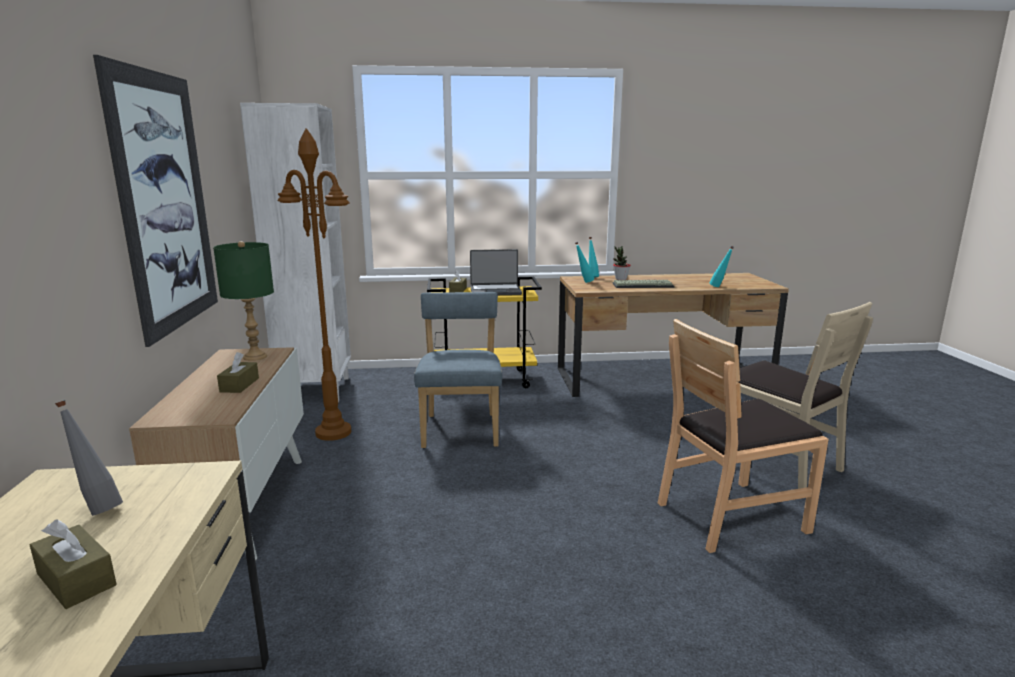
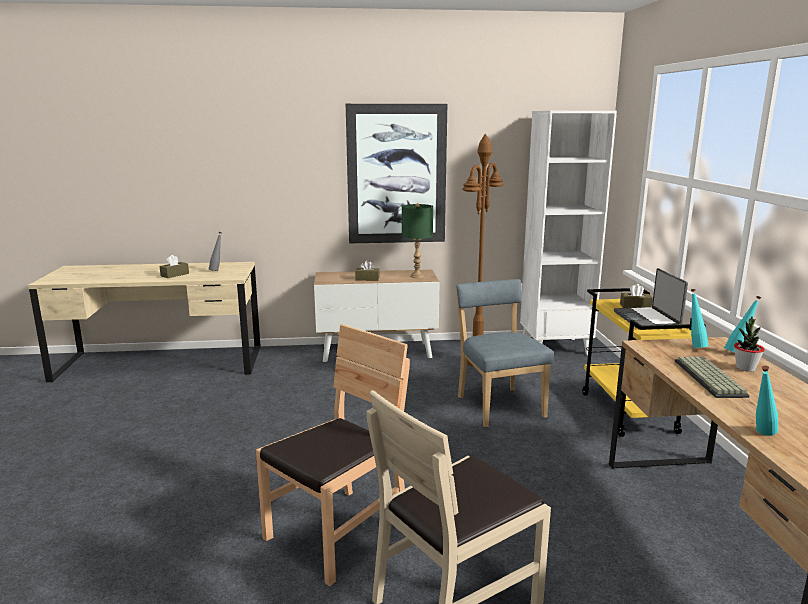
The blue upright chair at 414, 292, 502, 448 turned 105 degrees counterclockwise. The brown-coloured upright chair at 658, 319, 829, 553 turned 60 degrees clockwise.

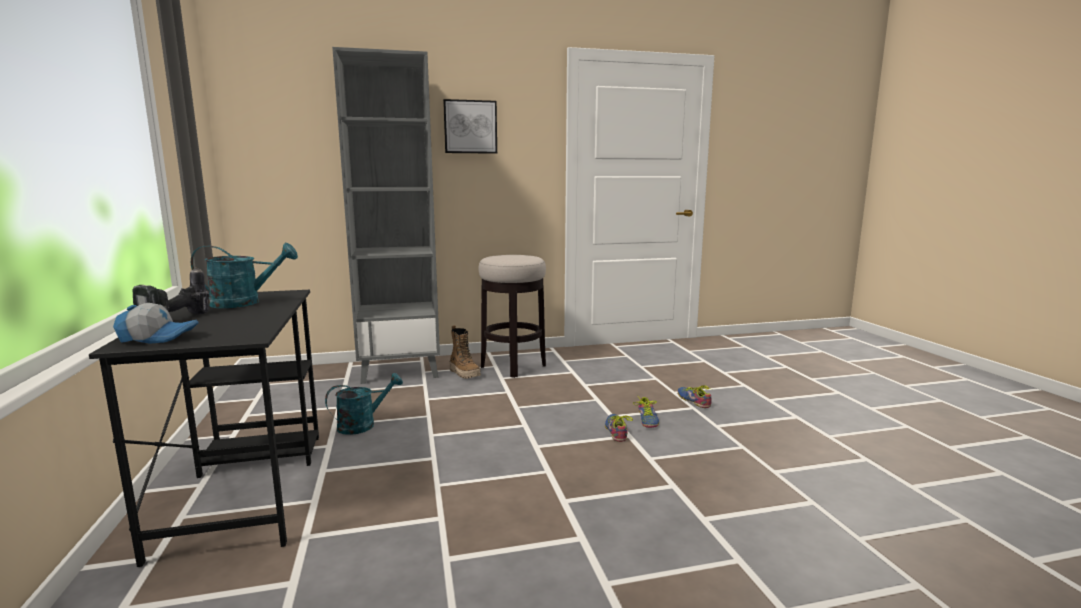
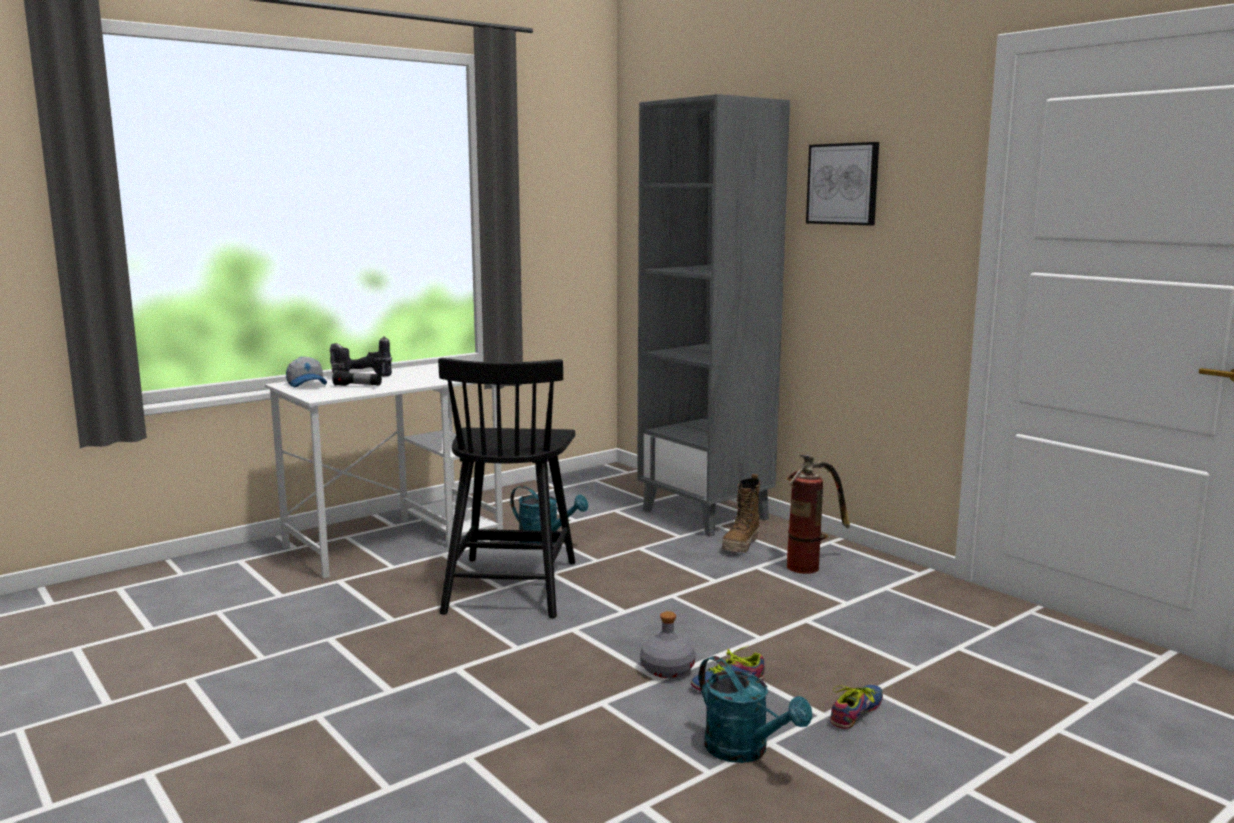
The black-coloured desk at 89, 290, 319, 567 became the whitish desk at 265, 363, 503, 579. The blue-green watering pot moved from 191, 243, 298, 308 to 699, 656, 812, 763. The sitting stool at 479, 255, 546, 378 was replaced by the fire extinguisher at 786, 455, 850, 574. The shoe at 605, 414, 633, 442 was replaced by the greyish drink bottle at 640, 611, 696, 678. The torch at 332, 370, 382, 386 appeared. The black-coloured upright chair at 438, 358, 575, 618 appeared.

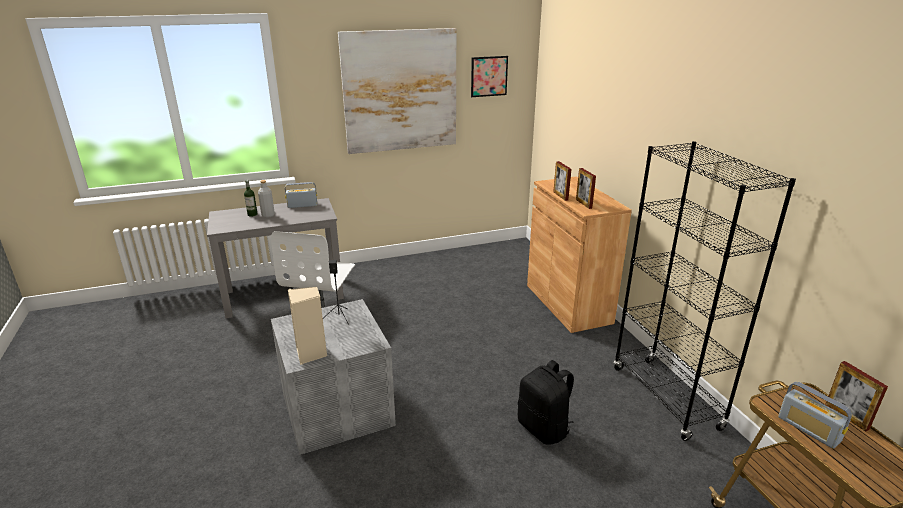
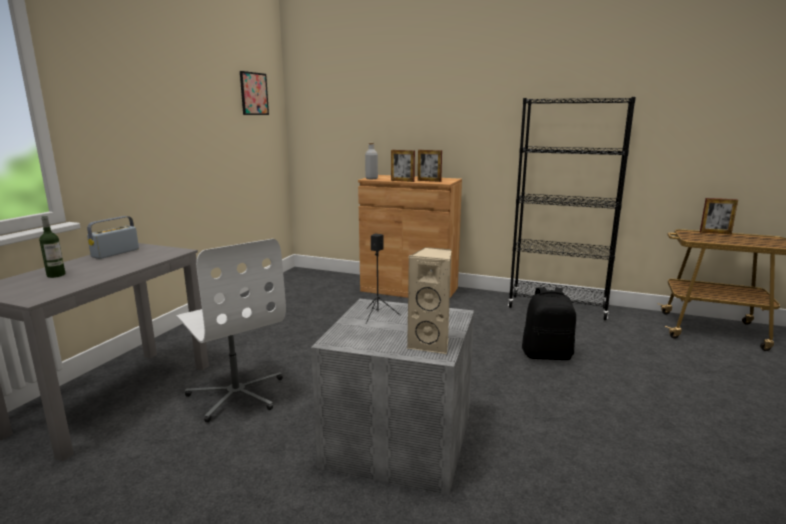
The greyish drink bottle moved from 258, 180, 275, 218 to 365, 143, 378, 179. The wall picture at 338, 28, 456, 154 disappeared. The radio receiver at 778, 382, 852, 449 disappeared.

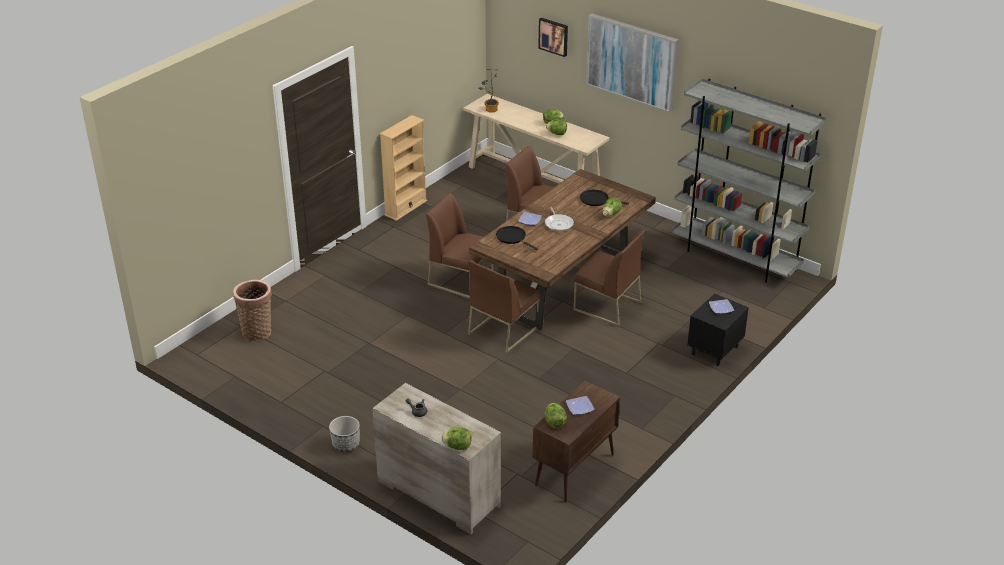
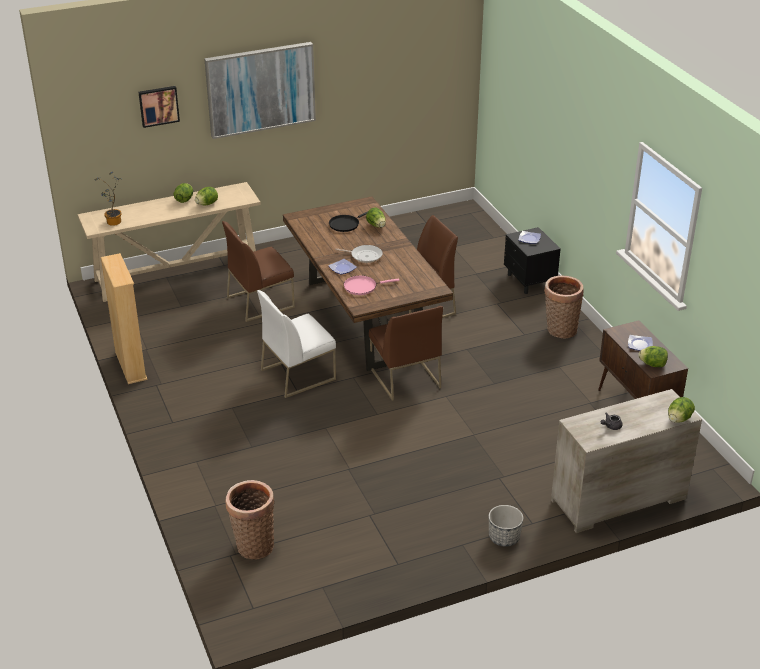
The brown-coloured upright chair at 426, 192, 494, 299 became the whitish upright chair at 257, 290, 336, 398. The black-coloured frying pan at 496, 226, 538, 250 became the pinkish frying pan at 344, 276, 400, 295. The greyish shelving unit at 671, 79, 827, 283 disappeared. The household basket at 544, 276, 584, 339 appeared.

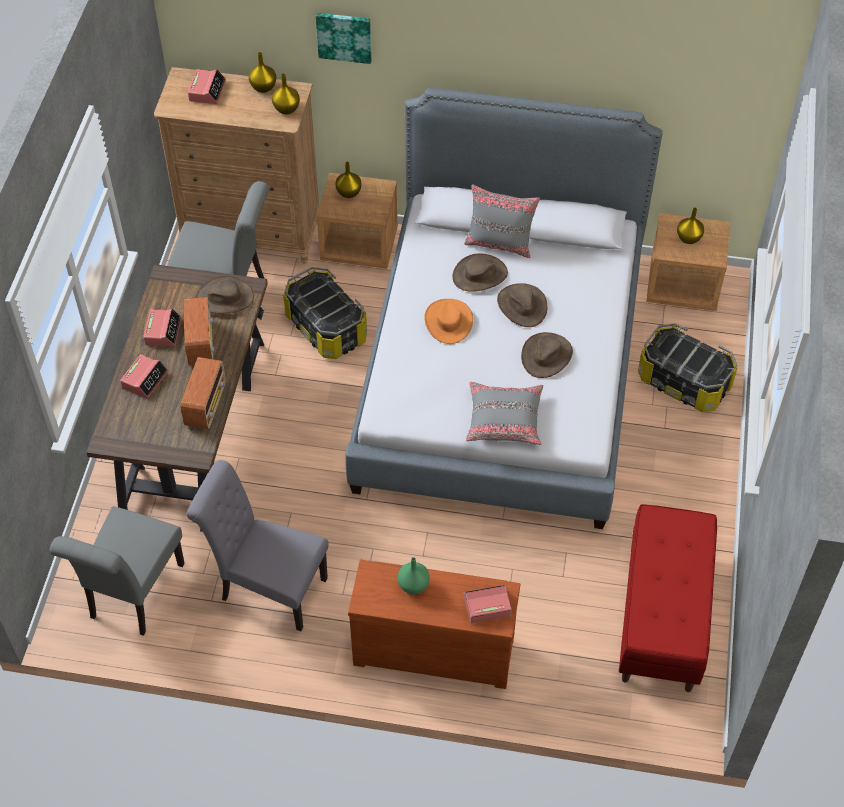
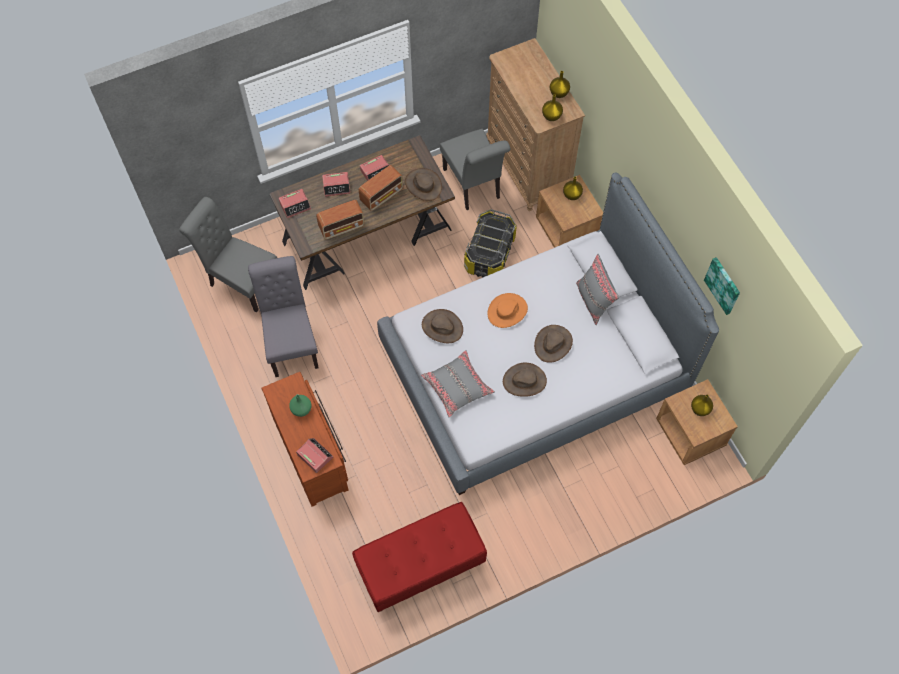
The greyish upright chair at 50, 506, 185, 636 turned 45 degrees clockwise. The table clock moved from 188, 69, 226, 104 to 279, 189, 311, 218. The wall picture moved from 316, 13, 372, 64 to 704, 257, 740, 315. The brown-coloured clothing hat moved from 453, 254, 508, 292 to 422, 309, 463, 343. The storage container at 638, 323, 738, 412 disappeared.

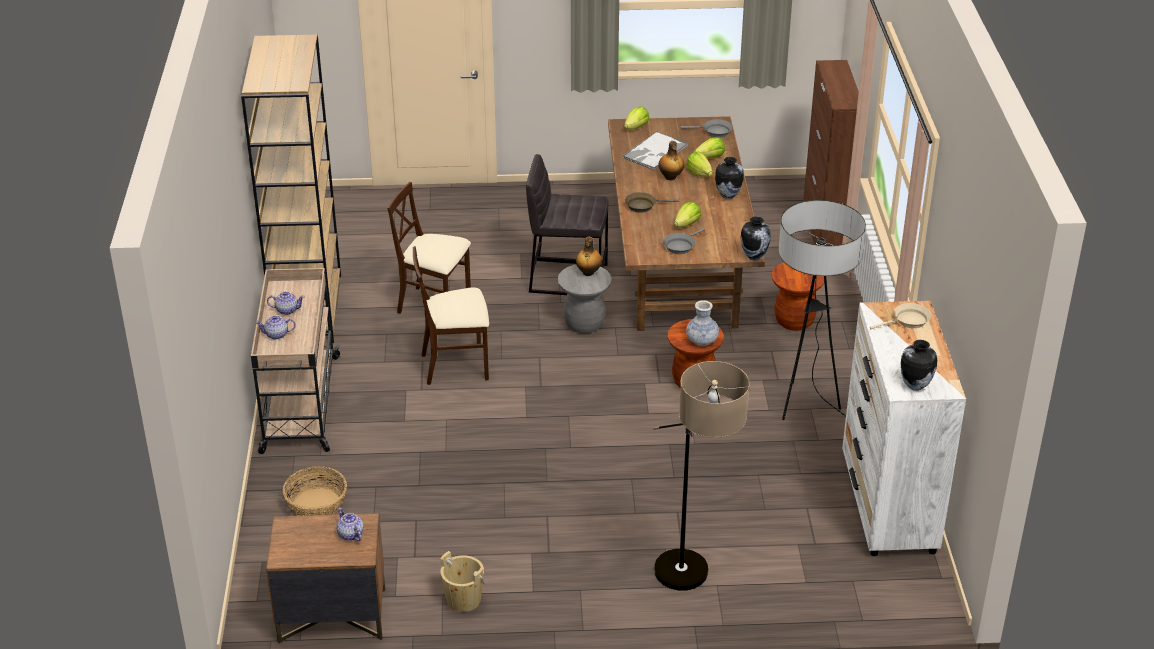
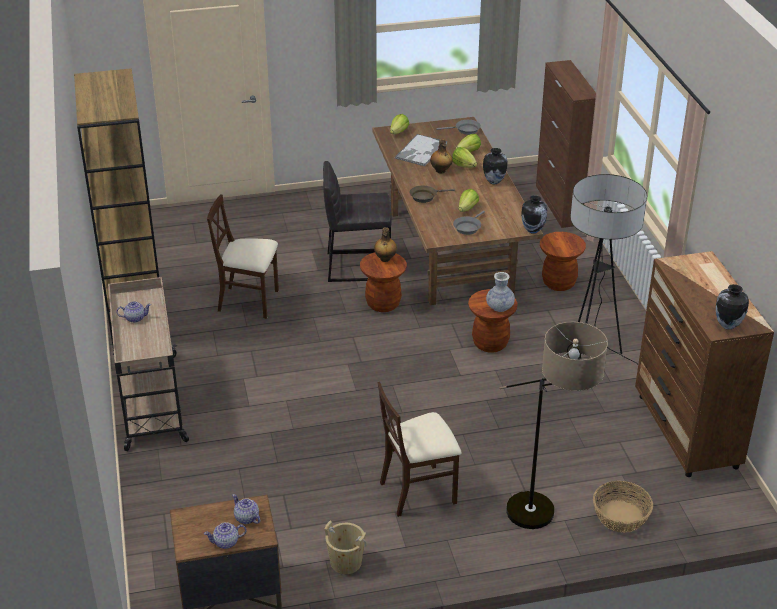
The tea pot moved from 255, 315, 296, 340 to 204, 522, 247, 549. The household basket moved from 283, 466, 347, 516 to 593, 481, 653, 533. The beige-coloured upright chair moved from 413, 246, 489, 385 to 378, 382, 461, 517. The greyish sitting stool at 558, 265, 612, 333 became the brown-coloured sitting stool at 360, 252, 407, 312. The whitish chest of drawers at 842, 301, 966, 556 became the brown-coloured chest of drawers at 635, 251, 774, 477. The beige-coloured frying pan at 870, 303, 931, 329 disappeared.

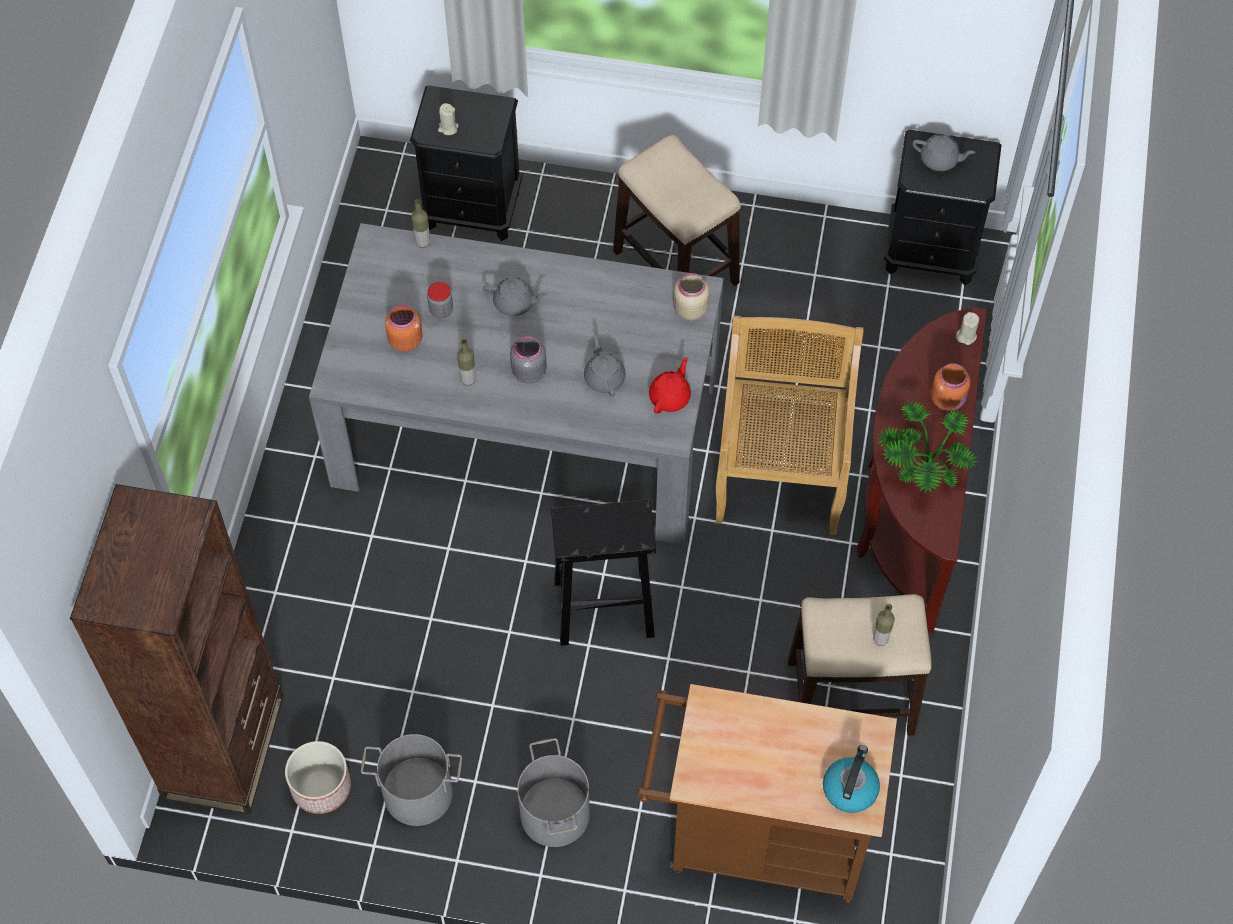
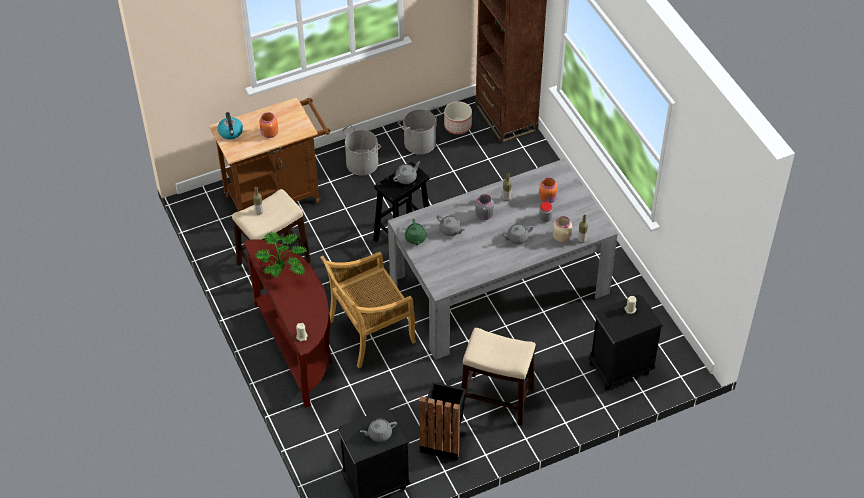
The red tea pot at 649, 357, 691, 414 became the greenish tea pot at 405, 219, 427, 245. The beige-coloured jar moved from 673, 273, 709, 321 to 553, 216, 572, 243. The beige-coloured upright chair at 716, 315, 864, 535 turned 90 degrees clockwise. The orange jar moved from 931, 363, 970, 411 to 259, 112, 278, 138. The greyish tea pot at 393, 161, 420, 184 appeared. The black-coloured rubbish bin at 419, 382, 466, 461 appeared.

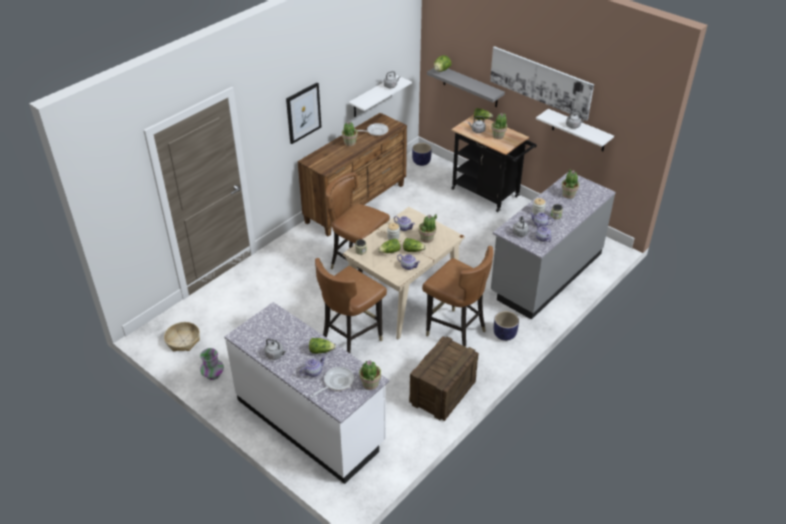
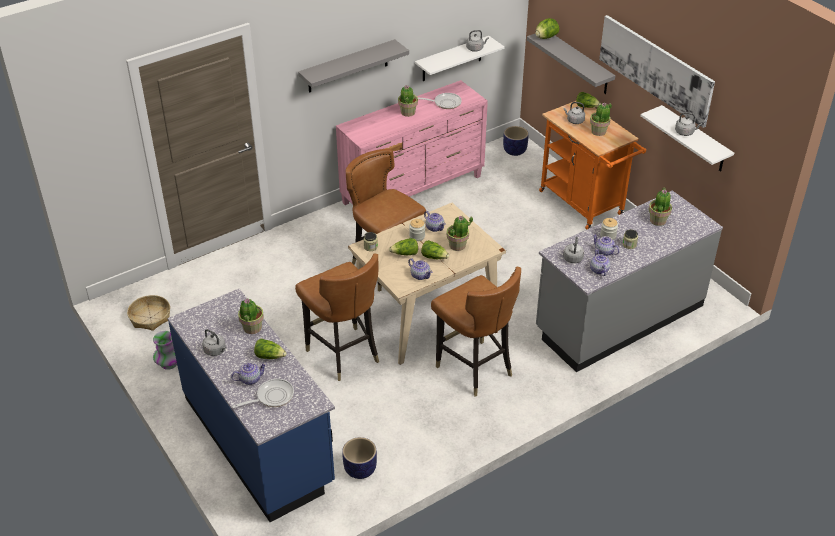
The whitish kitchen counter at 224, 302, 389, 484 became the blue kitchen counter at 168, 289, 335, 522. The wall picture at 286, 83, 322, 144 was replaced by the greyish shelf at 298, 39, 409, 93. The brown-coloured chest of drawers at 297, 113, 407, 237 became the pinkish chest of drawers at 336, 80, 488, 205. The brown-coloured upright chair at 315, 258, 387, 354 turned 90 degrees counterclockwise. The plant in a pot moved from 359, 360, 381, 390 to 238, 298, 264, 334. The shipping crate at 409, 336, 479, 421 disappeared. The black-coloured trolley at 451, 115, 537, 212 became the orange trolley at 539, 101, 646, 229. The flower pot moved from 494, 311, 519, 341 to 342, 437, 377, 479.

